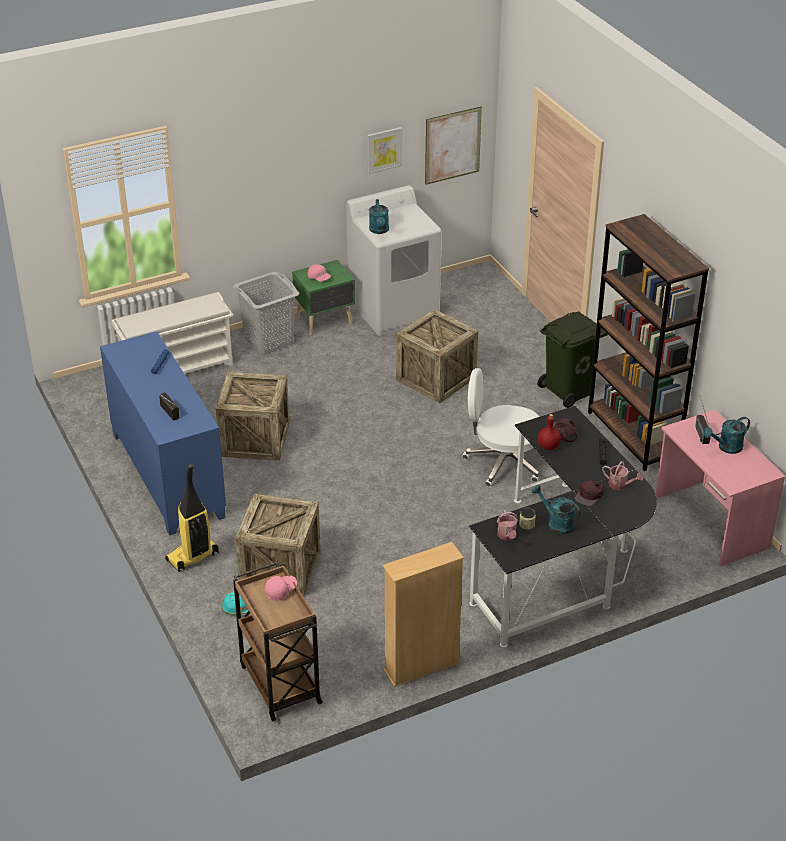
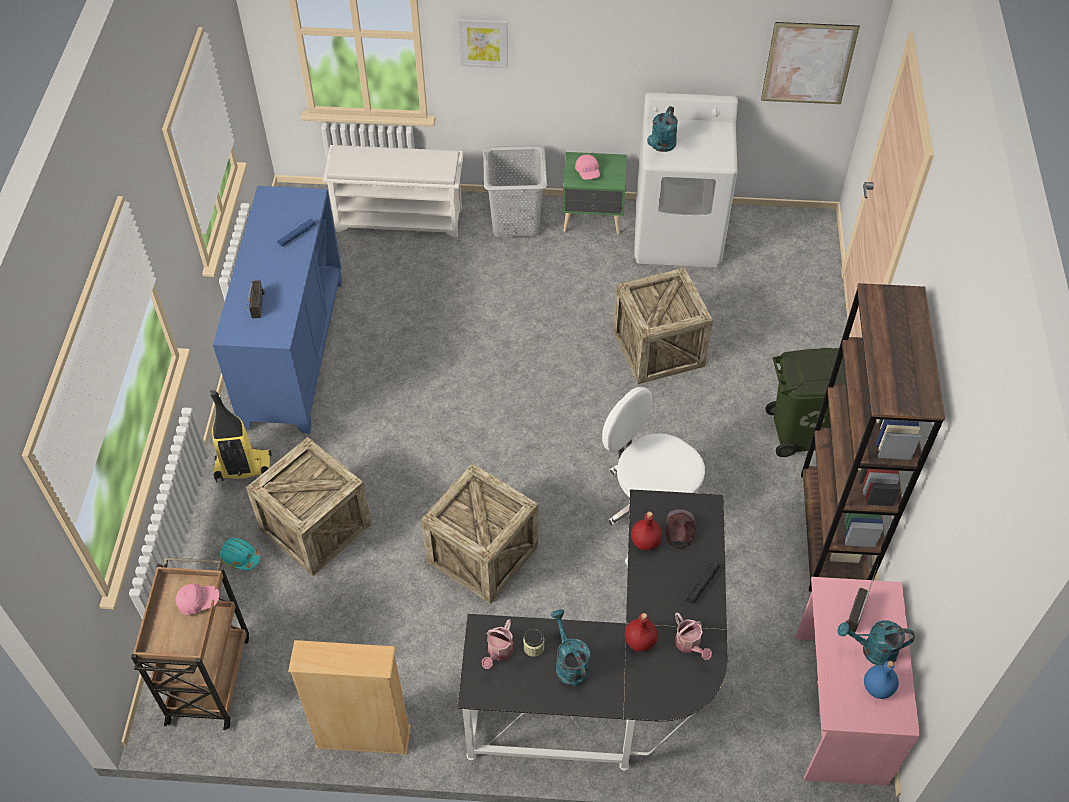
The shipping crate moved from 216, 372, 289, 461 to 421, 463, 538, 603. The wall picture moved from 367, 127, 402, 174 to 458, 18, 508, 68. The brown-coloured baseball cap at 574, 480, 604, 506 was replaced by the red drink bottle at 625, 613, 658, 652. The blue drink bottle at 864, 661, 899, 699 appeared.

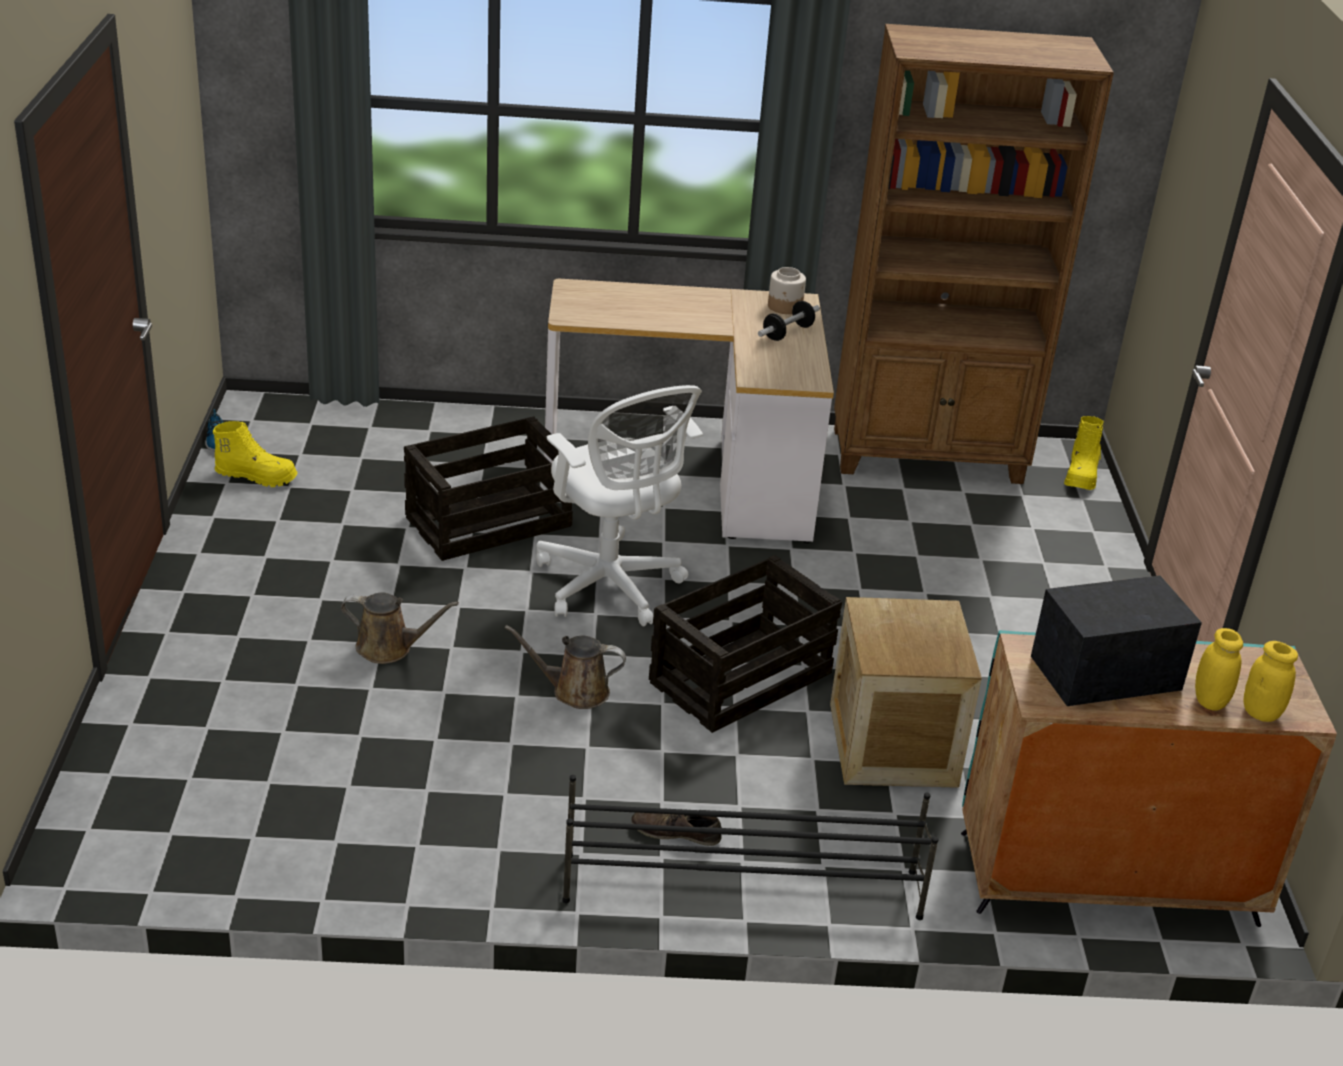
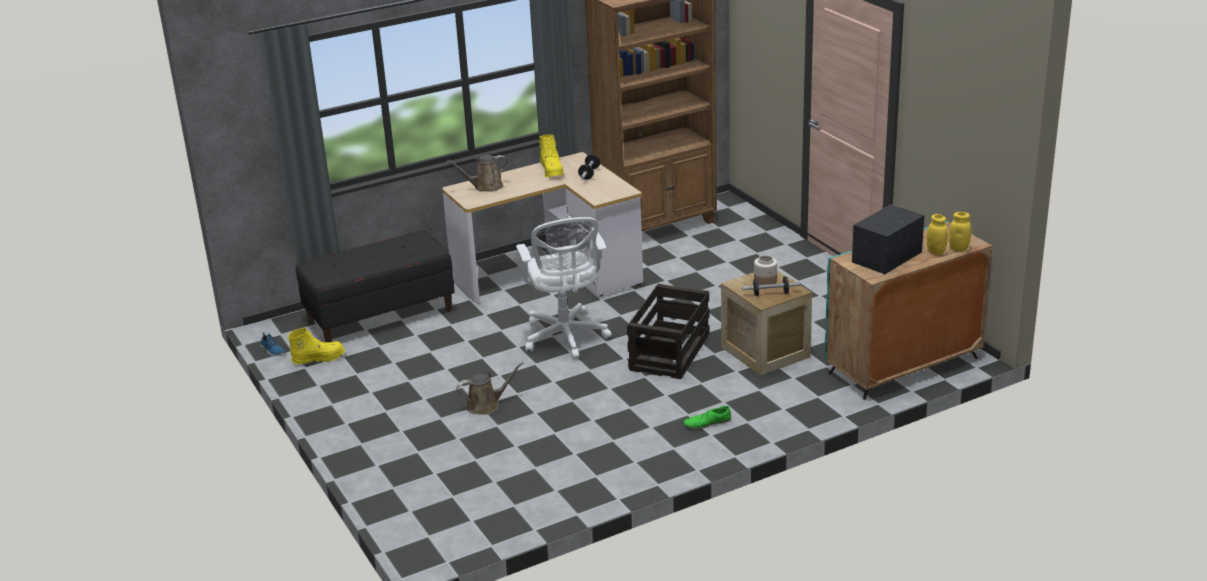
The shipping crate at 404, 417, 573, 561 disappeared. The brown-coloured watering pot moved from 505, 625, 626, 709 to 447, 155, 508, 192. The whitish office chair at 536, 385, 703, 626 turned 45 degrees clockwise. The black-coloured shoe rack at 562, 775, 939, 920 disappeared. The brown-coloured shoe at 631, 812, 722, 846 became the greenish shoe at 684, 406, 731, 430. The jar moved from 768, 267, 806, 314 to 754, 255, 777, 285. The yellow boot moved from 1064, 416, 1104, 490 to 539, 134, 564, 177. The black-coloured bench at 296, 230, 455, 342 appeared. The dumbbell at 742, 276, 800, 296 appeared.

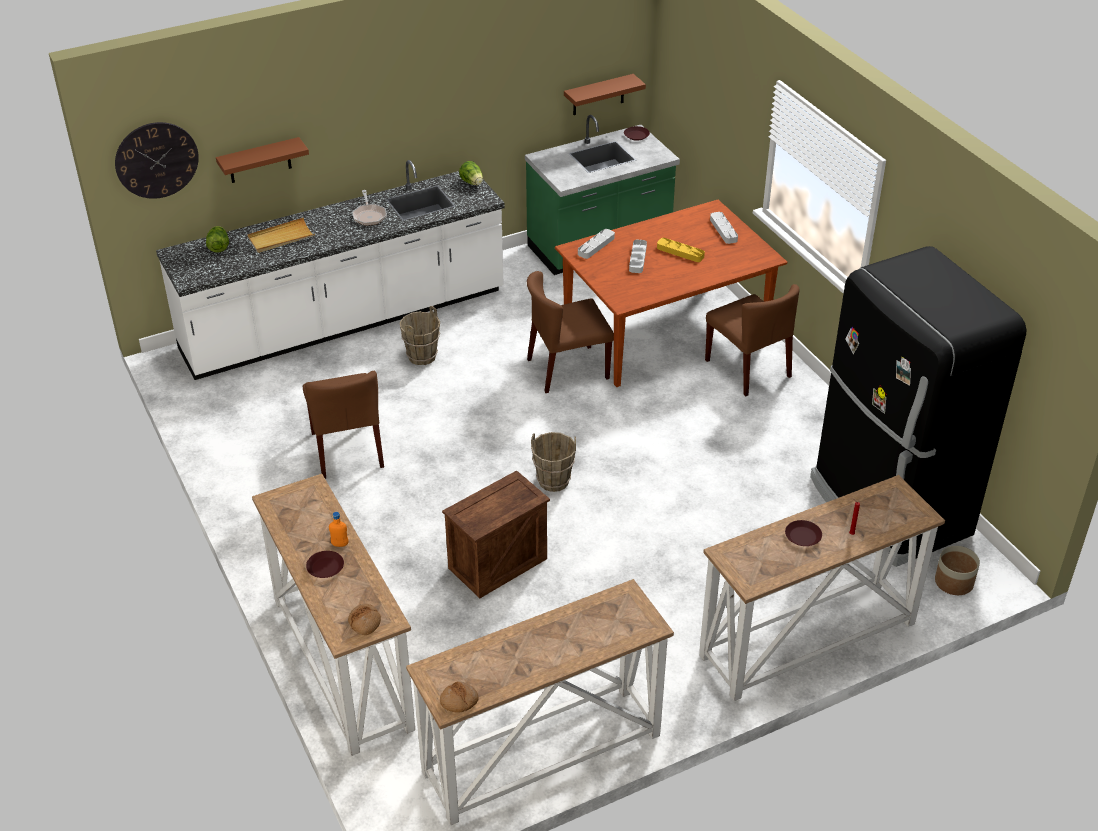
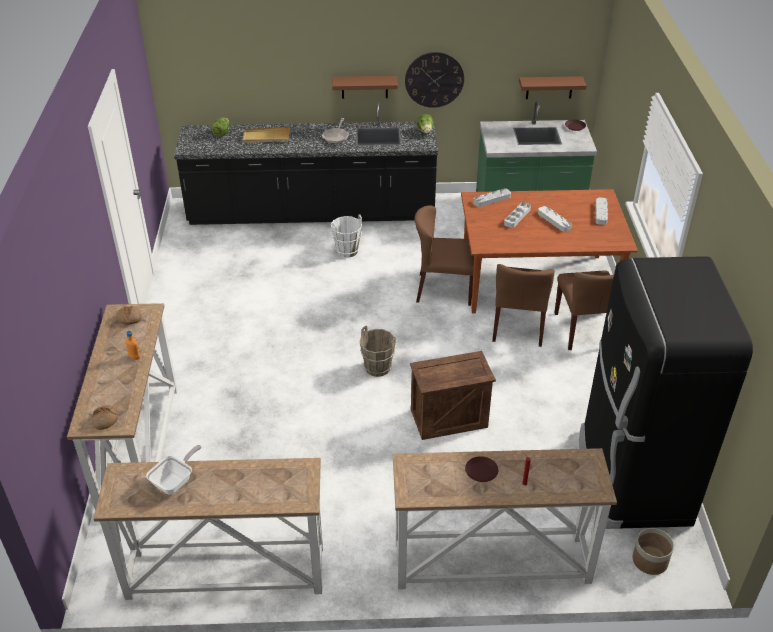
The wall clock moved from 115, 122, 199, 199 to 405, 52, 464, 108. The whitish kitchen counter at 156, 160, 505, 380 became the black-coloured kitchen counter at 174, 102, 438, 225. The brown-coloured shelf moved from 216, 137, 309, 183 to 332, 76, 398, 99. The brown-coloured upright chair moved from 303, 371, 384, 479 to 492, 264, 555, 347. The brown-coloured dinner plate at 306, 551, 344, 578 disappeared. The brown-coloured water bucket at 400, 306, 440, 365 became the whitish water bucket at 331, 214, 362, 258. The baked bread moved from 440, 681, 478, 713 to 116, 306, 142, 325. The shipping crate moved from 442, 470, 550, 599 to 410, 351, 496, 440. The yellow serving tray at 657, 238, 705, 262 became the greyish serving tray at 538, 206, 572, 232. The frying pan at 146, 445, 202, 494 appeared.

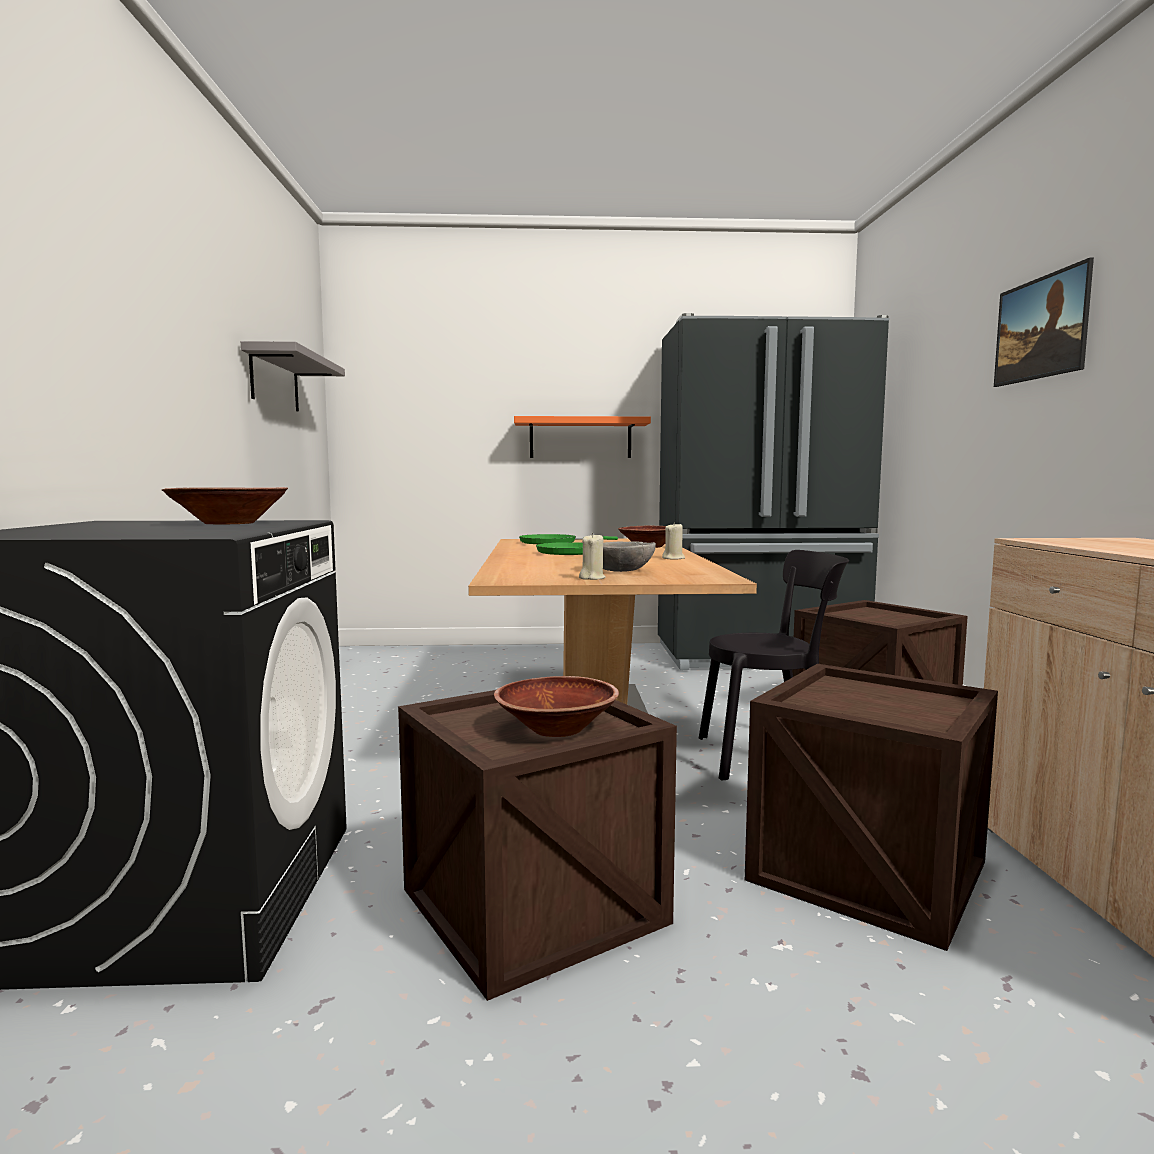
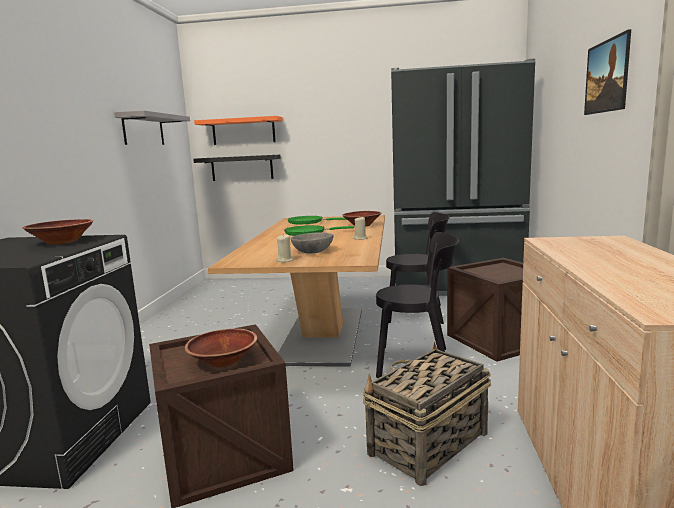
The orange shelf moved from 514, 416, 651, 458 to 194, 116, 283, 145. The shipping crate at 745, 664, 998, 951 was replaced by the household basket at 363, 342, 491, 486. The black-coloured shelf at 193, 155, 281, 181 appeared. The black-coloured upright chair at 386, 212, 450, 324 appeared.

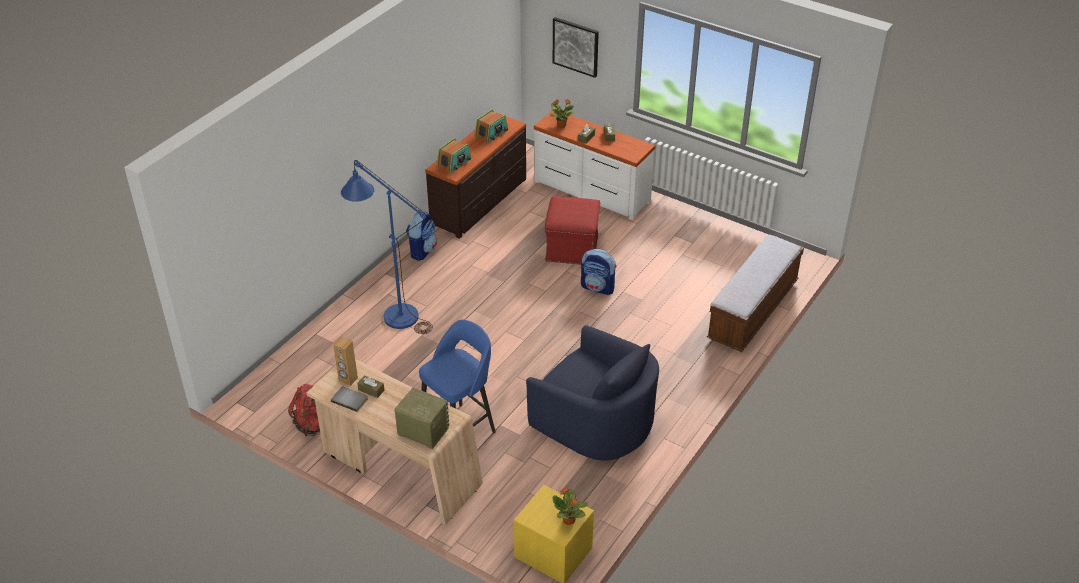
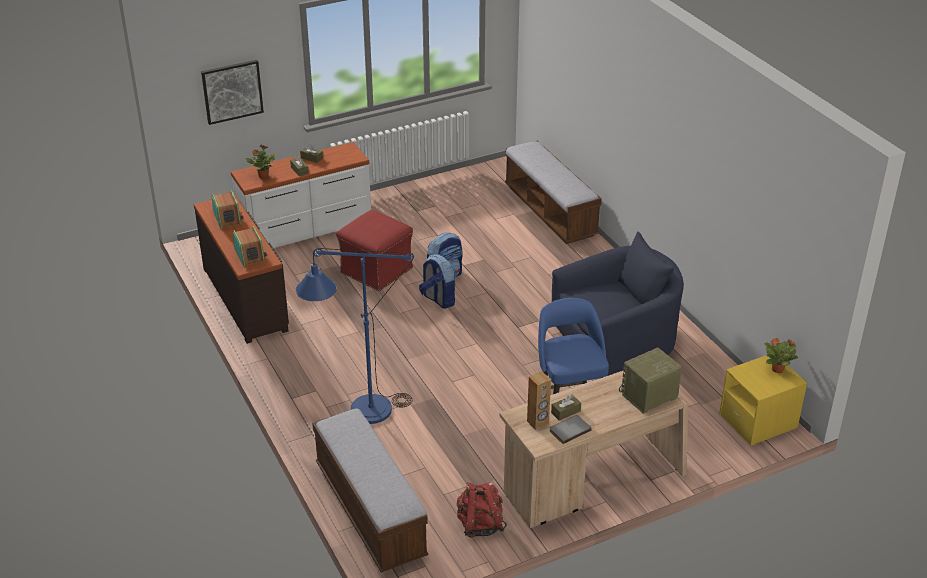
The knapsack moved from 406, 211, 437, 261 to 419, 254, 456, 309. The bench at 312, 408, 428, 573 appeared.

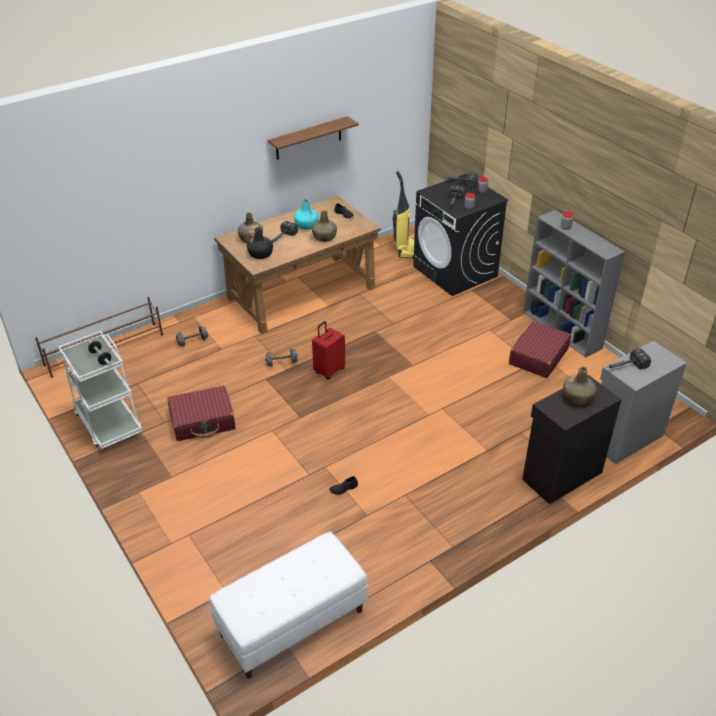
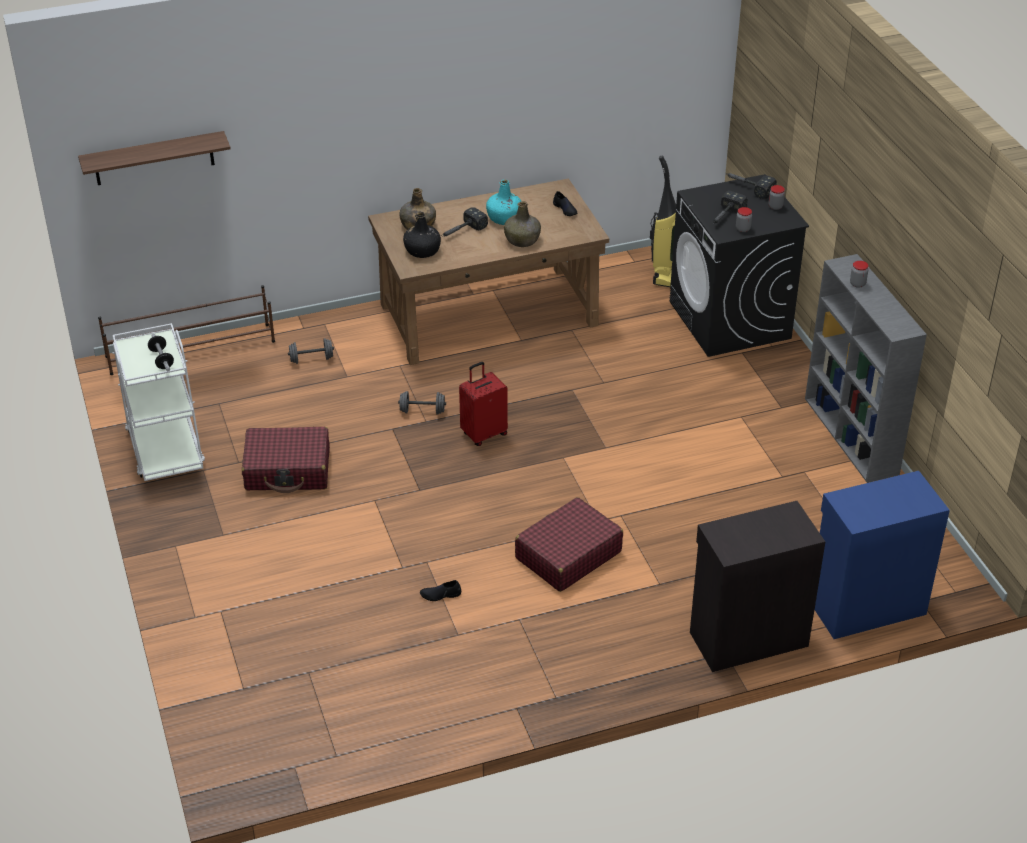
The whitish bench at 209, 531, 368, 679 disappeared. The shelf moved from 267, 116, 359, 160 to 78, 131, 231, 185. The red travel case moved from 509, 321, 571, 378 to 515, 497, 623, 592. The greenish drink bottle at 563, 366, 597, 405 disappeared. The greyish cupboard at 600, 341, 687, 464 became the blue cupboard at 815, 471, 950, 639. The hammer at 607, 348, 651, 369 disappeared.

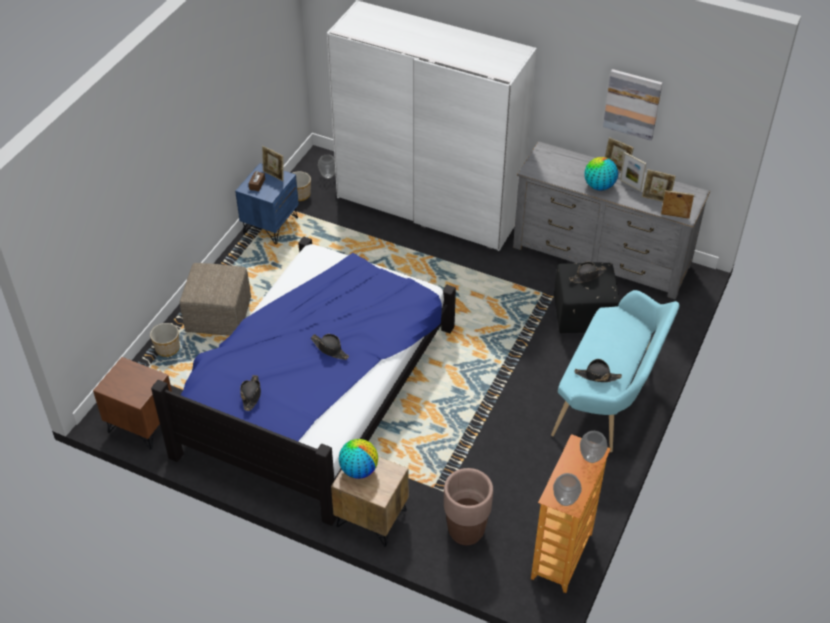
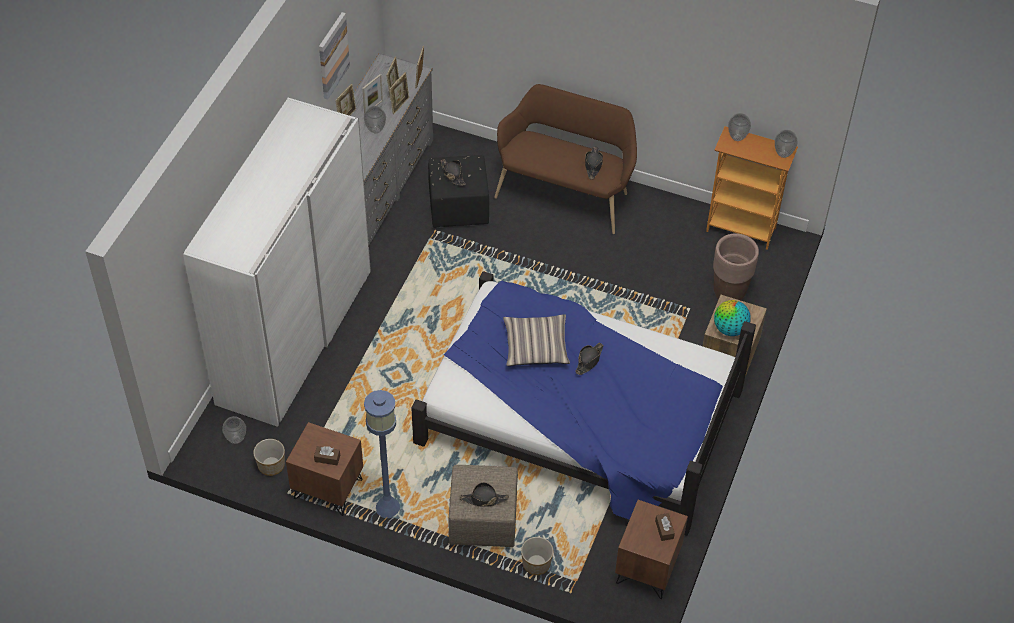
The blue nightstand at 235, 163, 299, 244 became the brown-coloured nightstand at 286, 422, 363, 516. The black-coloured clothing hat moved from 240, 375, 261, 411 to 460, 482, 509, 507. The picture frame moved from 262, 146, 284, 181 to 389, 72, 409, 114. The blue-green bench at 551, 290, 679, 452 became the brown-coloured bench at 494, 84, 637, 234. The globe at 584, 157, 618, 191 was replaced by the flower vase at 364, 106, 386, 133. The blue standing lamp at 364, 390, 400, 518 appeared. The throw pillow at 503, 314, 570, 366 appeared. The brown-coloured tissue box at 655, 513, 675, 541 appeared.

